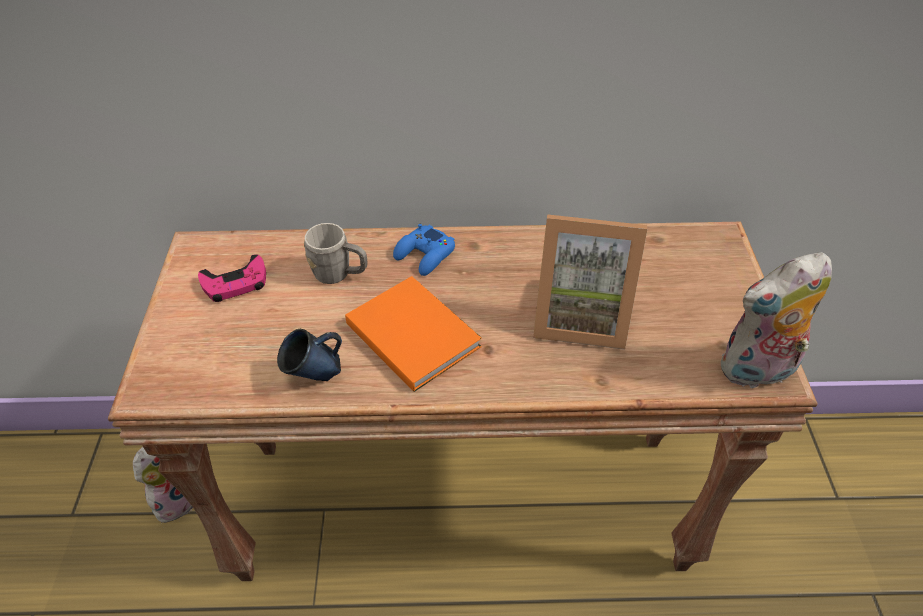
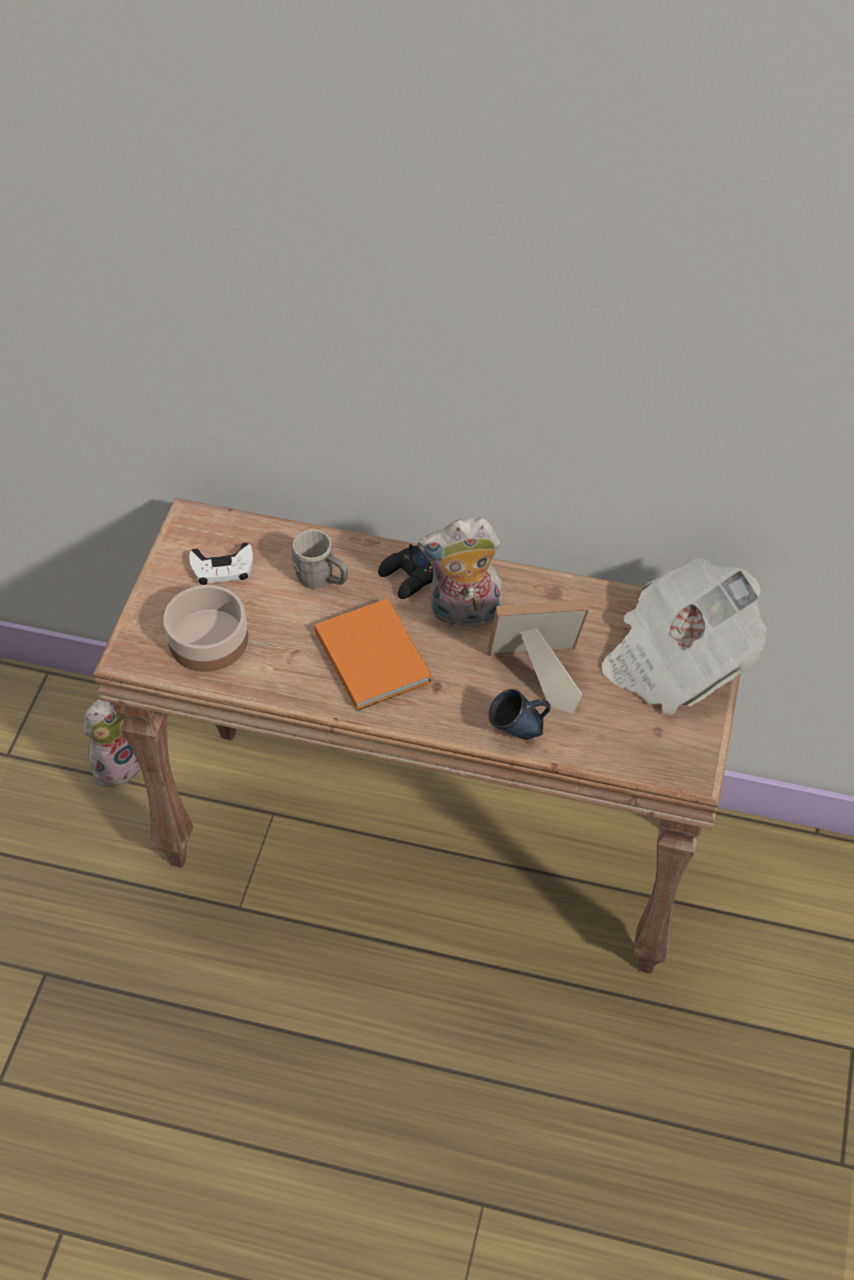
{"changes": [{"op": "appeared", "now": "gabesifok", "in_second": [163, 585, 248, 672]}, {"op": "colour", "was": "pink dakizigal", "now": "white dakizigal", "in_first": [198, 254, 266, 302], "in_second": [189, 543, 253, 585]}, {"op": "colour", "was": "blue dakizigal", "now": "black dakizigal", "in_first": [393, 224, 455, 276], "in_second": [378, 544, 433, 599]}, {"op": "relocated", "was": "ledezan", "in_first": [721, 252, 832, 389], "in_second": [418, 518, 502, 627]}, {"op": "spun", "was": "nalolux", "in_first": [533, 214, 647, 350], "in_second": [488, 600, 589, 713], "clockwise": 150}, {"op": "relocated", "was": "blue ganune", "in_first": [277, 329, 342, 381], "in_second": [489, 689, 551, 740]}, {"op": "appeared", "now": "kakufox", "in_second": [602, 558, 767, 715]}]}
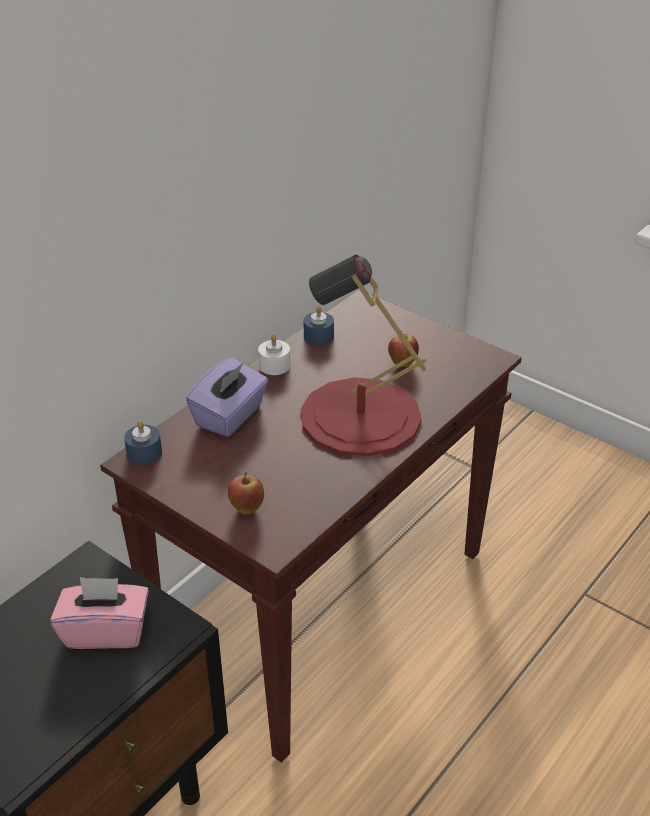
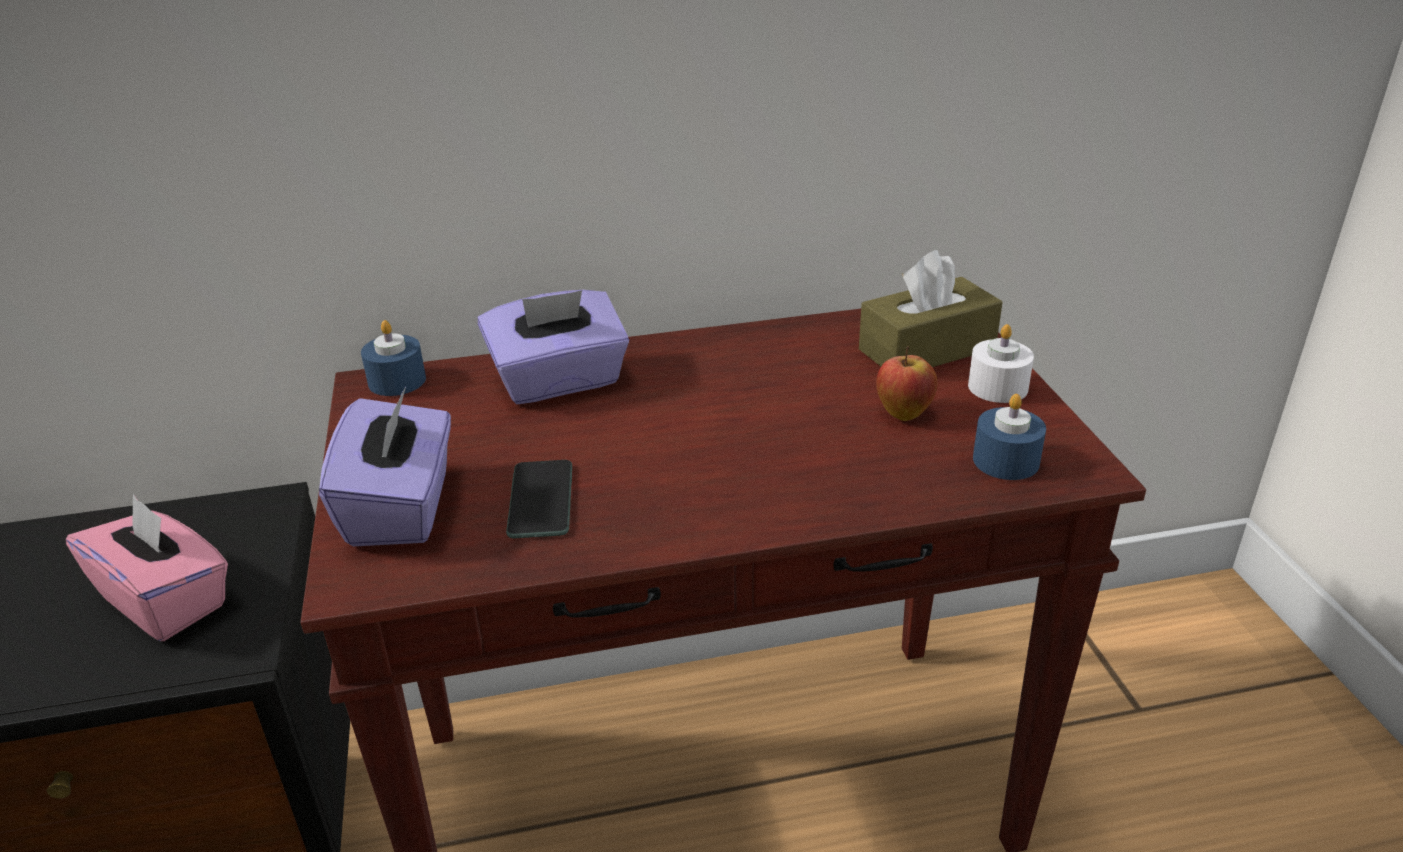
{"changes": [{"op": "exchanged", "was": "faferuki", "now": "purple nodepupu", "in_first": [228, 472, 264, 515], "in_second": [319, 387, 451, 546]}, {"op": "appeared", "now": "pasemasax", "in_second": [506, 460, 572, 538]}, {"op": "appeared", "now": "brown nodepupu", "in_second": [859, 250, 1002, 367]}, {"op": "relocated", "was": "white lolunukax", "in_first": [258, 334, 290, 375], "in_second": [968, 324, 1034, 403]}, {"op": "relocated", "was": "blue lolunukax", "in_first": [304, 306, 334, 346], "in_second": [973, 394, 1046, 480]}, {"op": "missing", "was": "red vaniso", "in_first": [301, 254, 426, 456]}]}
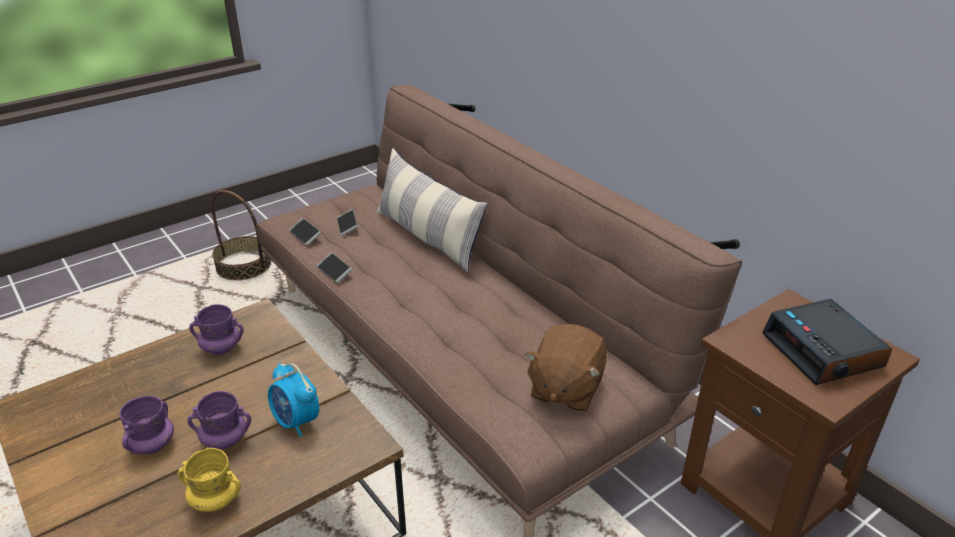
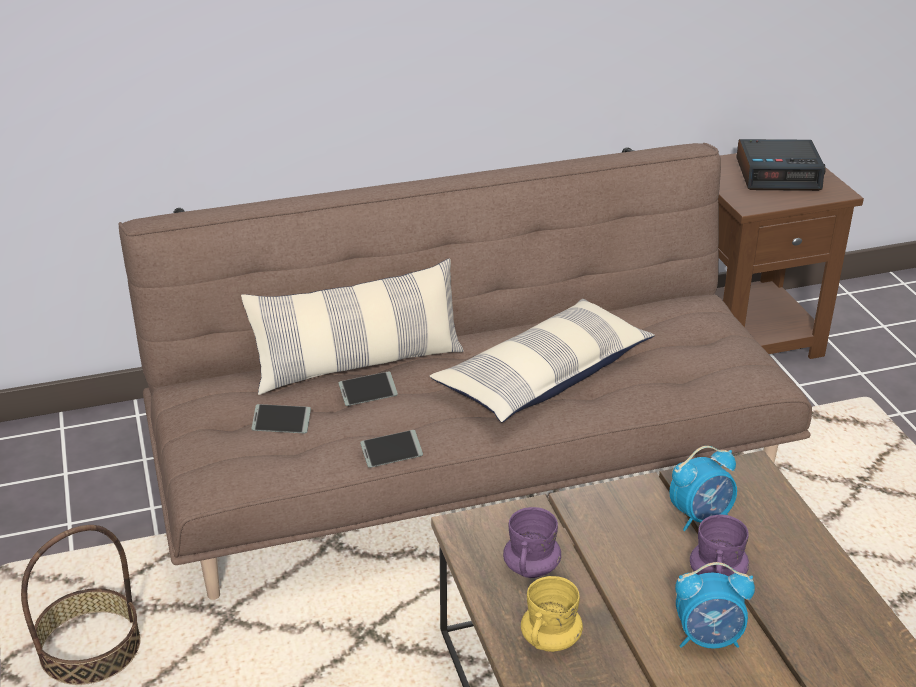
{"changes": [{"op": "relocated", "was": "pasemasax", "in_first": [289, 218, 321, 245], "in_second": [338, 372, 398, 406]}, {"op": "appeared", "now": "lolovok", "in_second": [429, 299, 655, 422]}, {"op": "relocated", "was": "yellow ganune", "in_first": [177, 448, 241, 512], "in_second": [521, 576, 583, 652]}, {"op": "exchanged", "was": "purple ganune", "now": "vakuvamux", "in_first": [120, 396, 174, 454], "in_second": [675, 562, 755, 649]}, {"op": "missing", "was": "brown ledezan", "in_first": [525, 324, 607, 412]}]}
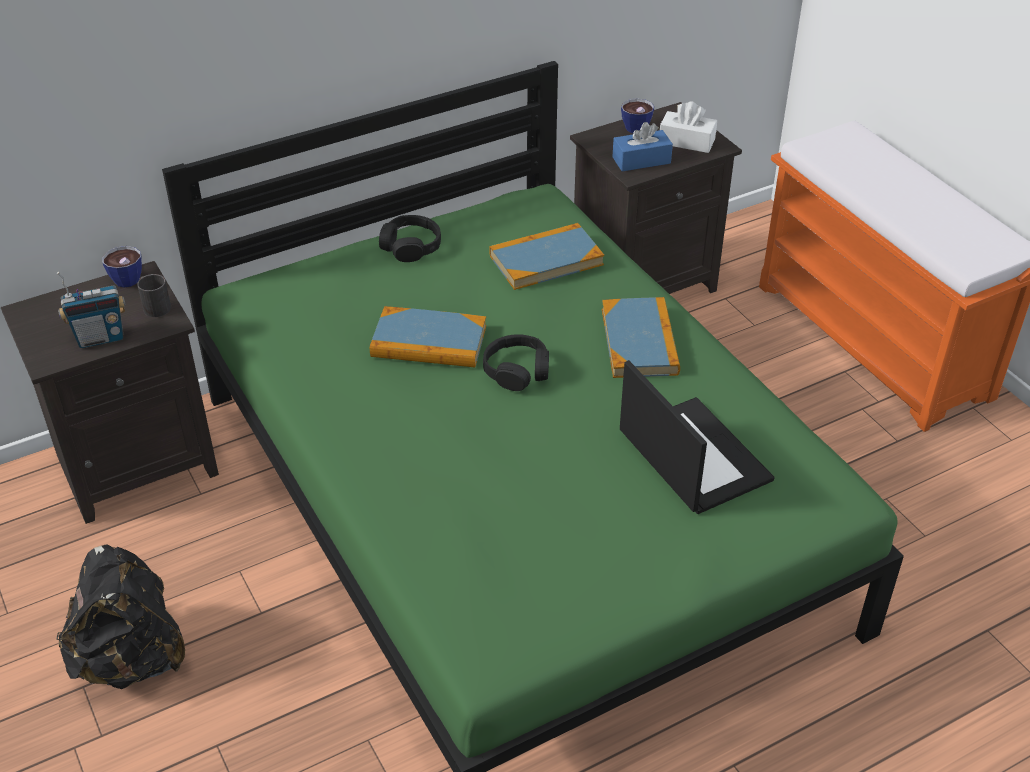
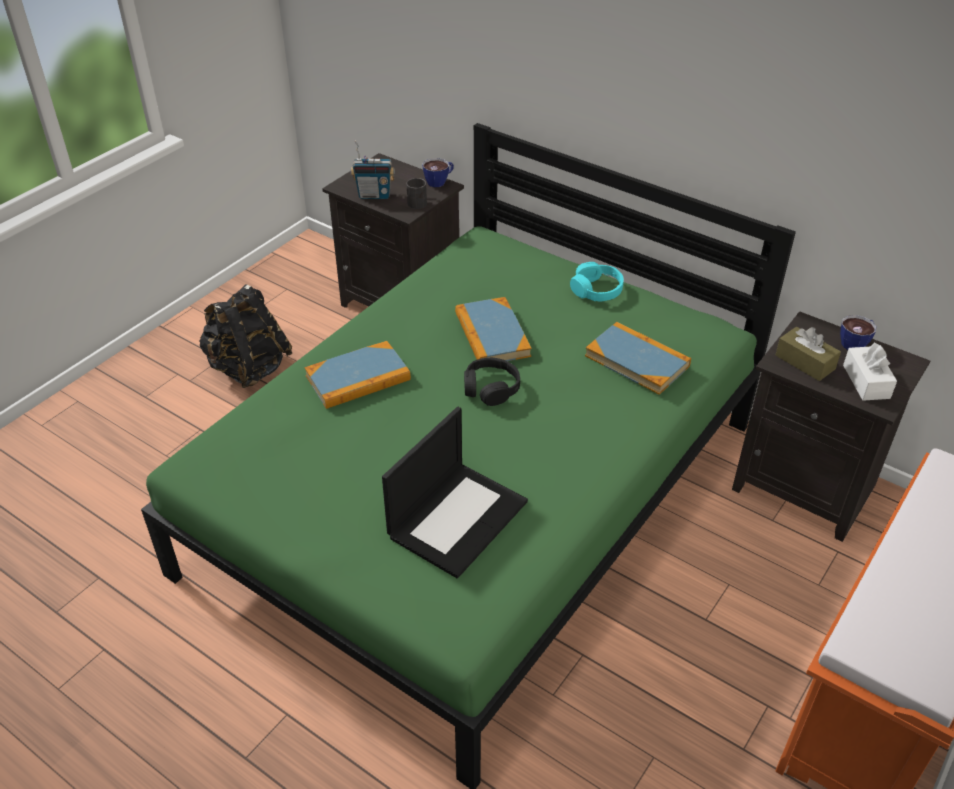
{"changes": [{"op": "relocated", "was": "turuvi", "in_first": [602, 297, 680, 378], "in_second": [304, 341, 411, 409]}, {"op": "spun", "was": "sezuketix", "in_first": [57, 272, 126, 348], "in_second": [350, 140, 395, 199], "clockwise": -45}, {"op": "colour", "was": "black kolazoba", "now": "turquoise kolazoba", "in_first": [379, 215, 441, 262], "in_second": [570, 262, 624, 302]}, {"op": "colour", "was": "blue nodepupu", "now": "brown nodepupu", "in_first": [612, 122, 673, 171], "in_second": [776, 327, 841, 381]}]}
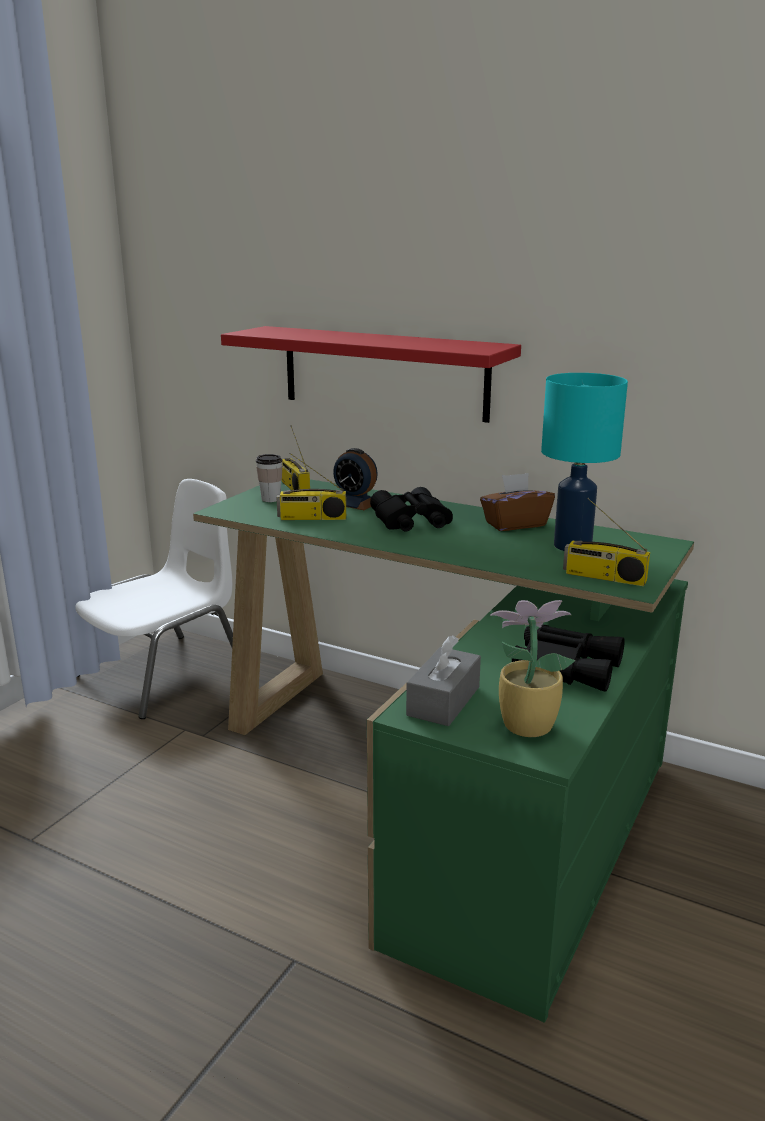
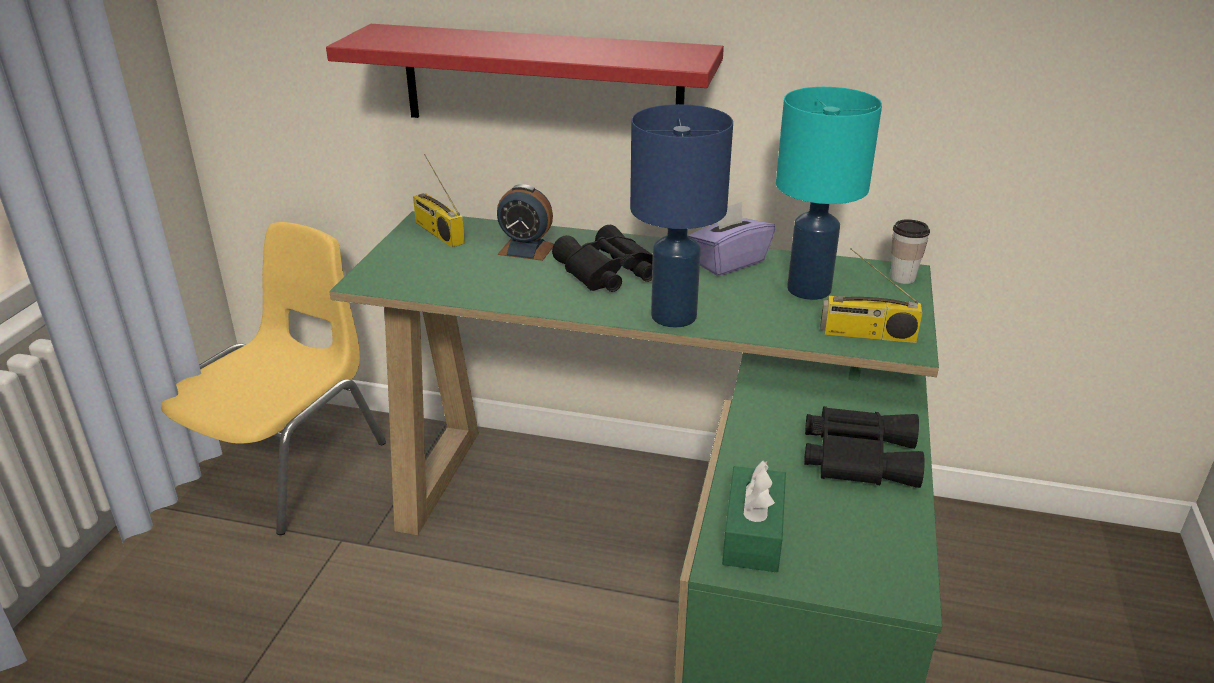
{"changes": [{"op": "colour", "was": "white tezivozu", "now": "yellow tezivozu", "in_first": [75, 479, 233, 719], "in_second": [161, 222, 386, 535]}, {"op": "appeared", "now": "blue vaniso", "in_second": [630, 104, 733, 328]}, {"op": "colour", "was": "brown nodepupu", "now": "purple nodepupu", "in_first": [480, 473, 555, 531], "in_second": [688, 202, 775, 276]}, {"op": "colour", "was": "grey nodepupu", "now": "green nodepupu", "in_first": [406, 635, 481, 726], "in_second": [722, 460, 786, 572]}, {"op": "relocated", "was": "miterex", "in_first": [256, 454, 282, 502], "in_second": [890, 219, 930, 284]}, {"op": "missing", "was": "sezuketix", "in_first": [276, 453, 346, 520]}, {"op": "missing", "was": "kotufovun", "in_first": [490, 600, 575, 737]}]}
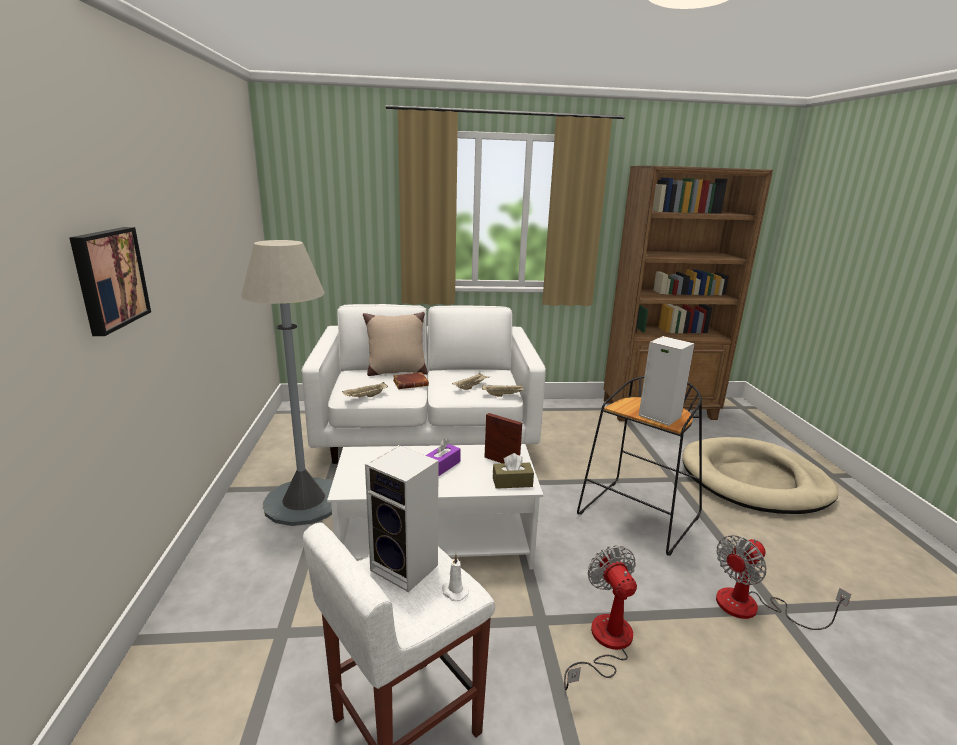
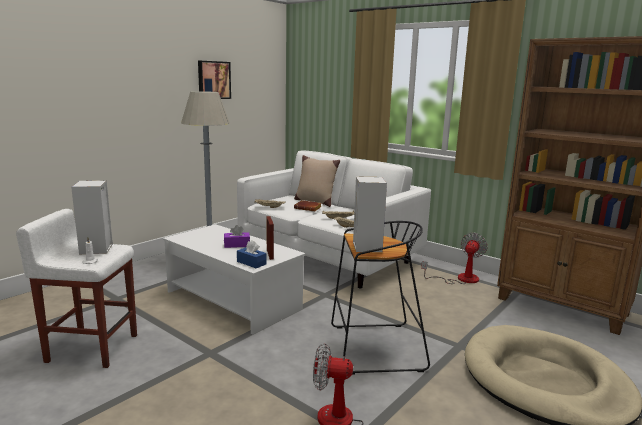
{"changes": [{"op": "relocated", "was": "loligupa", "in_first": [69, 227, 151, 336], "in_second": [198, 61, 231, 99]}, {"op": "colour", "was": "brown nodepupu", "now": "blue nodepupu", "in_first": [493, 453, 534, 489], "in_second": [237, 240, 267, 268]}, {"op": "relocated", "was": "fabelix", "in_first": [564, 545, 637, 690], "in_second": [421, 233, 488, 284]}]}
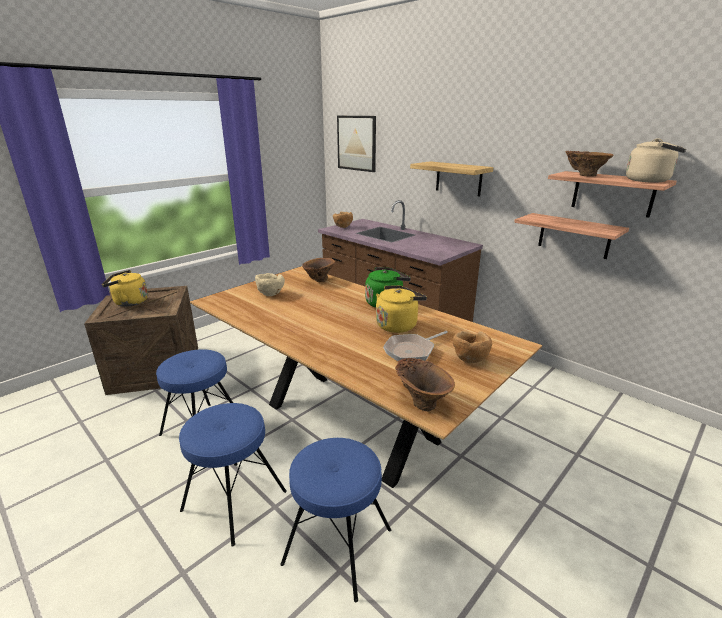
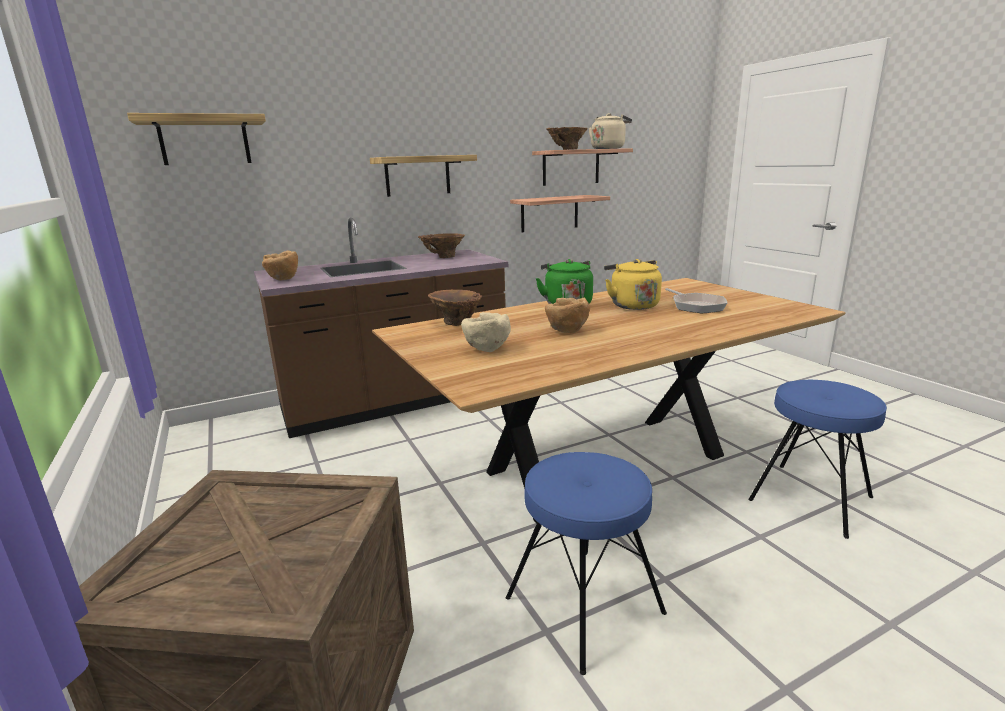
{"changes": [{"op": "exchanged", "was": "loligupa", "now": "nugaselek", "in_first": [337, 116, 376, 172], "in_second": [127, 113, 266, 165]}, {"op": "relocated", "was": "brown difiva", "in_first": [395, 358, 455, 412], "in_second": [418, 233, 465, 258]}, {"op": "relocated", "was": "brown gabesifok", "in_first": [453, 331, 492, 363], "in_second": [545, 298, 590, 333]}, {"op": "missing", "was": "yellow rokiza", "in_first": [102, 270, 148, 306]}, {"op": "missing", "was": "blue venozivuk", "in_first": [179, 403, 287, 547]}]}
